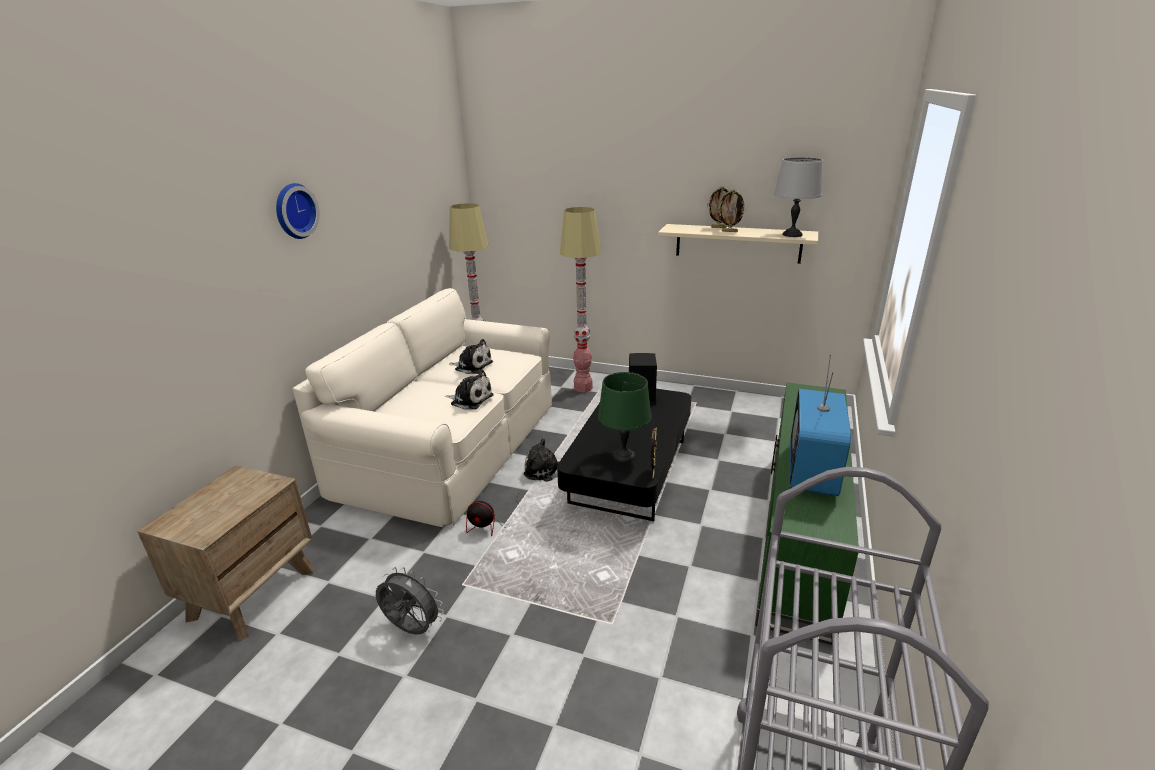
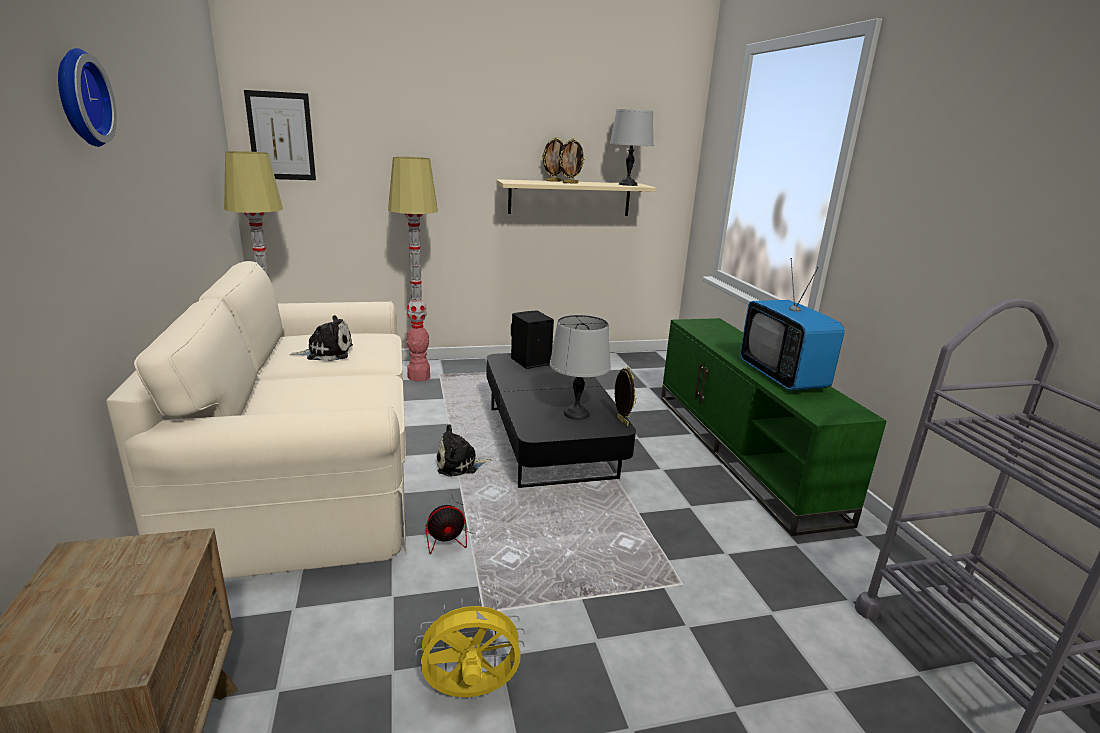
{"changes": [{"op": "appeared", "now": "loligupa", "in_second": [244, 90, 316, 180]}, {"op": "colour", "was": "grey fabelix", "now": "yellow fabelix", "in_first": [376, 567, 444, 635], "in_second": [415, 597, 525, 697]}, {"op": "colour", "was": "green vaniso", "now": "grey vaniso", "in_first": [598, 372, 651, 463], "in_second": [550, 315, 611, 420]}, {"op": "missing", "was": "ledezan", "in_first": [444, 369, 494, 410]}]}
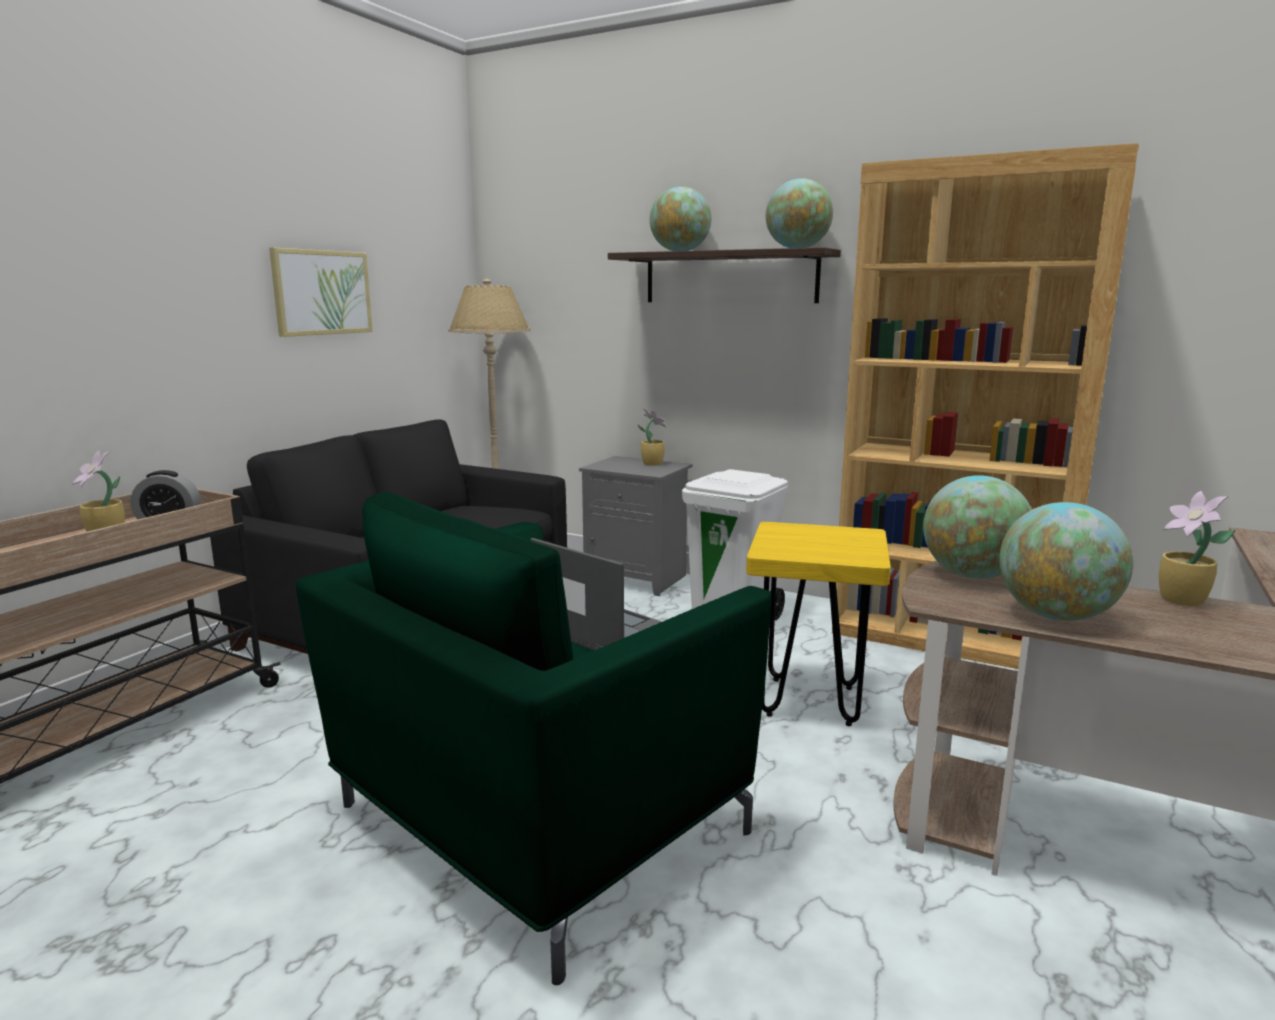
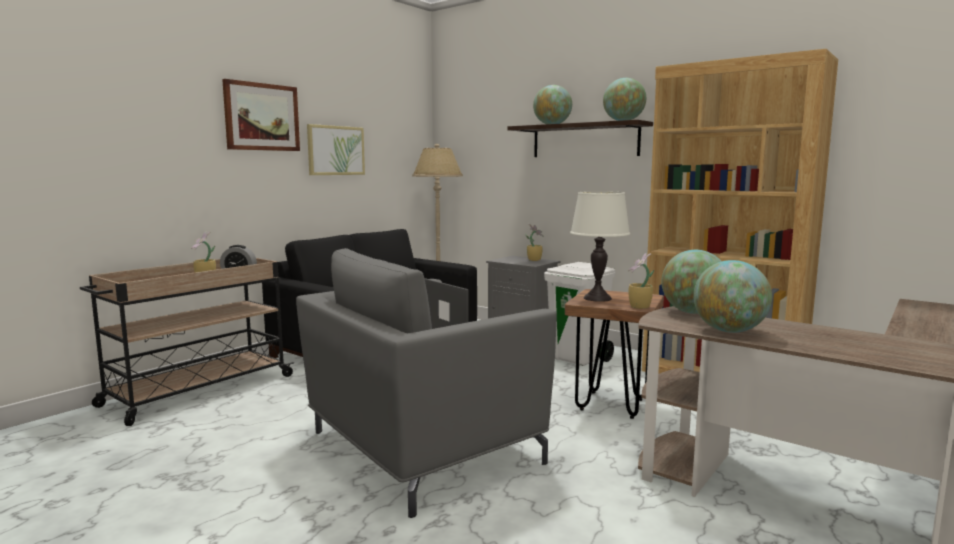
{"changes": [{"op": "appeared", "now": "loligupa", "in_second": [222, 79, 300, 151]}, {"op": "colour", "was": "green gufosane", "now": "grey gufosane", "in_first": [296, 491, 771, 985], "in_second": [296, 248, 557, 518]}, {"op": "colour", "was": "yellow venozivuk", "now": "brown venozivuk", "in_first": [746, 522, 891, 726], "in_second": [565, 289, 664, 419]}, {"op": "appeared", "now": "white vaniso", "in_second": [570, 191, 630, 302]}, {"op": "relocated", "was": "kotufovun", "in_first": [1159, 491, 1235, 606], "in_second": [628, 252, 654, 309]}]}
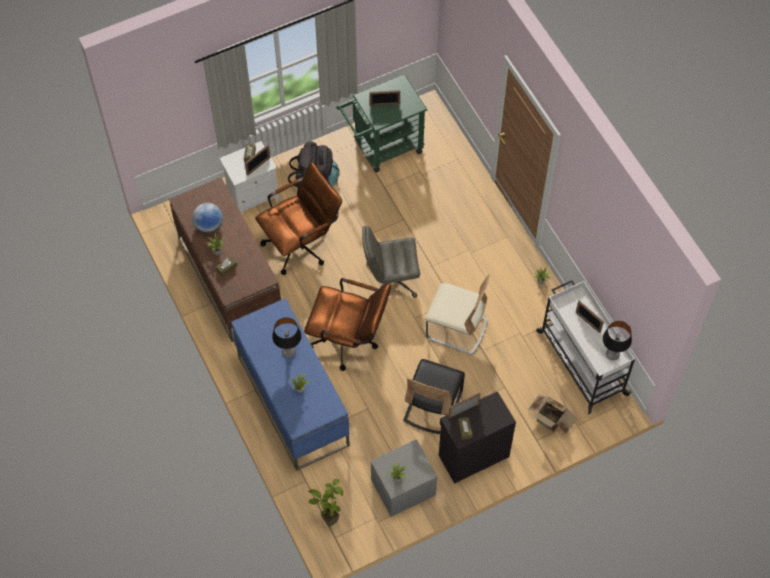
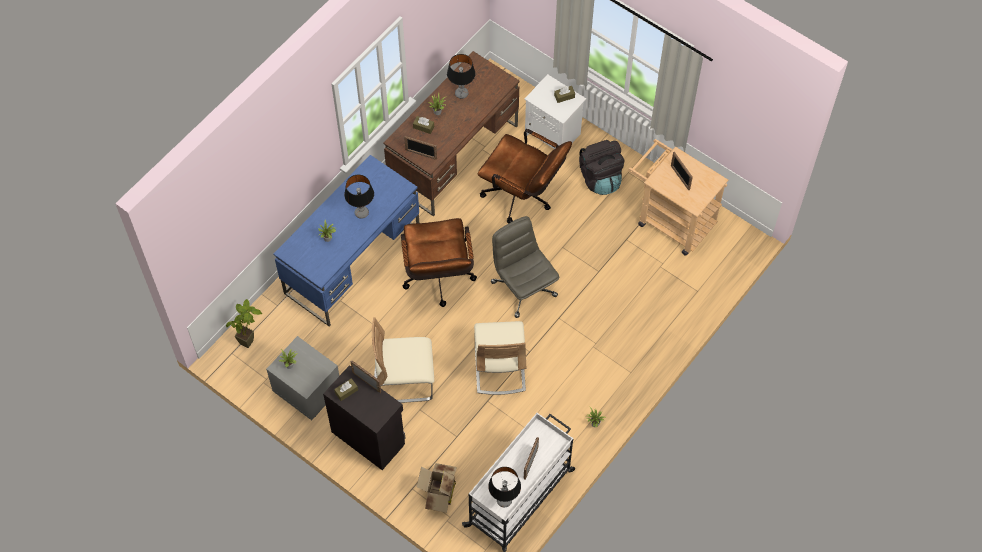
{"changes": [{"op": "colour", "was": "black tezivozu", "now": "beige tezivozu", "in_first": [403, 359, 465, 434], "in_second": [372, 317, 434, 403]}, {"op": "relocated", "was": "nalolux", "in_first": [245, 145, 270, 176], "in_second": [404, 136, 437, 160]}, {"op": "exchanged", "was": "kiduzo", "now": "vaniso", "in_first": [192, 203, 223, 233], "in_second": [447, 54, 476, 99]}, {"op": "colour", "was": "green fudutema", "now": "beige fudutema", "in_first": [336, 74, 427, 172], "in_second": [628, 139, 728, 255]}]}
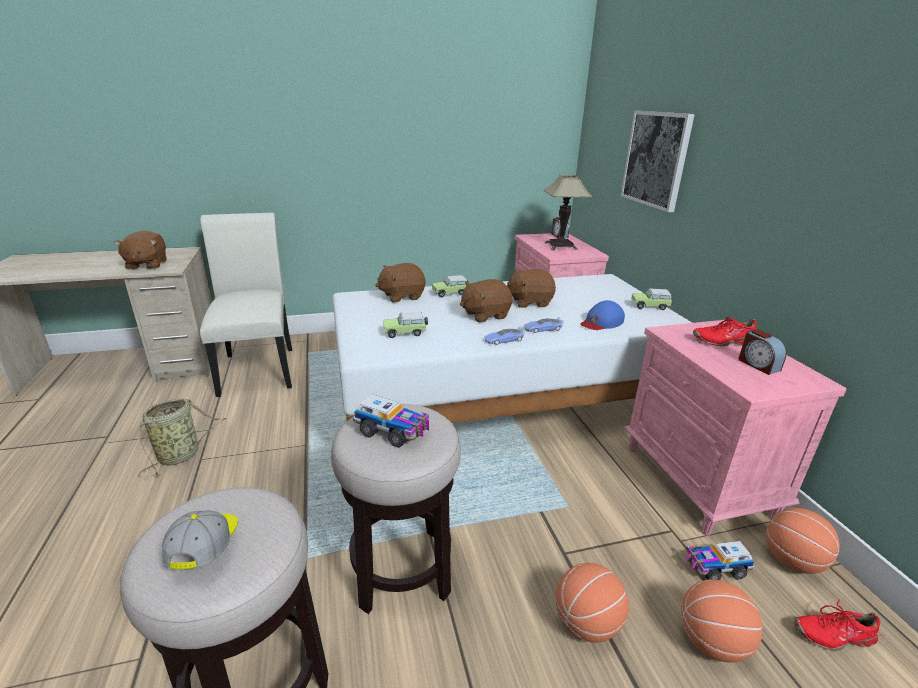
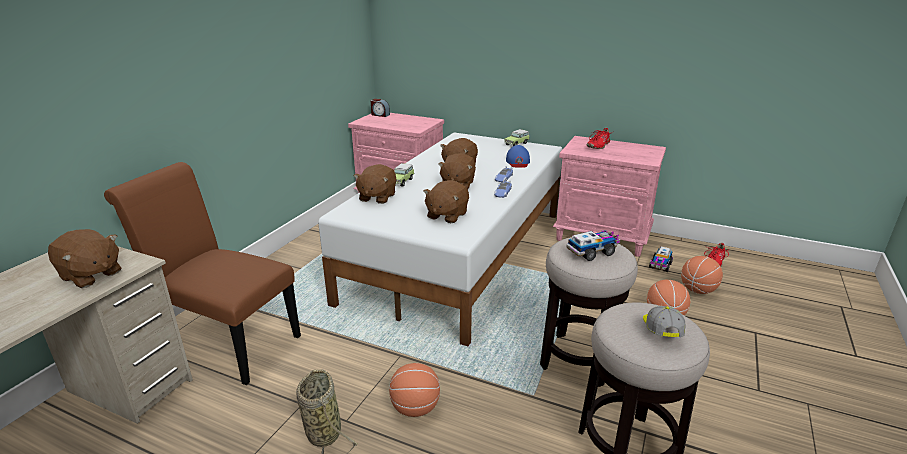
{"changes": [{"op": "colour", "was": "white tezivozu", "now": "brown tezivozu", "in_first": [200, 213, 292, 397], "in_second": [104, 162, 301, 385]}, {"op": "relocated", "was": "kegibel", "in_first": [766, 508, 840, 574], "in_second": [389, 363, 440, 417]}, {"op": "exchanged", "was": "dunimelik", "now": "brown ledezan", "in_first": [383, 312, 428, 338], "in_second": [423, 180, 469, 223]}, {"op": "spun", "was": "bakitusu", "in_first": [162, 510, 238, 569], "in_second": [643, 306, 685, 337], "clockwise": 60}, {"op": "missing", "was": "vaniso", "in_first": [543, 175, 592, 250]}, {"op": "missing", "was": "loligupa", "in_first": [621, 111, 695, 212]}, {"op": "missing", "was": "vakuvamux", "in_first": [739, 330, 787, 375]}]}
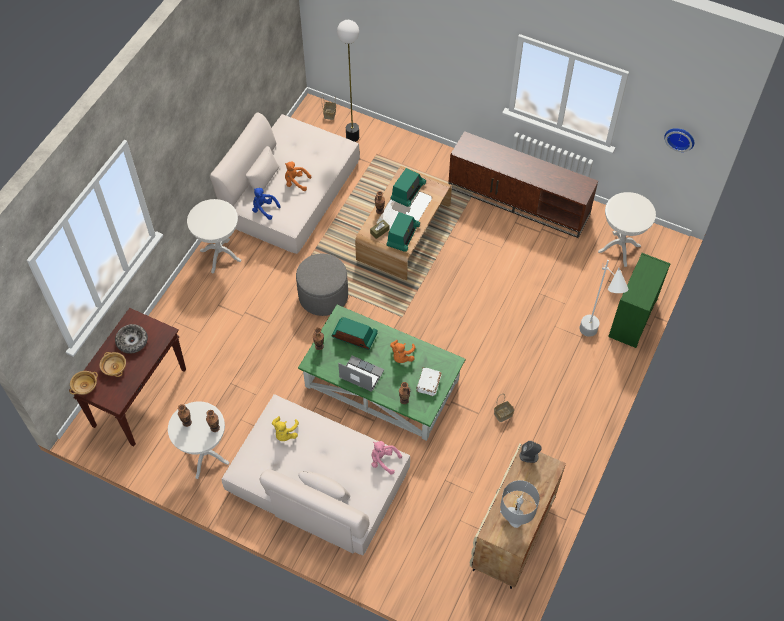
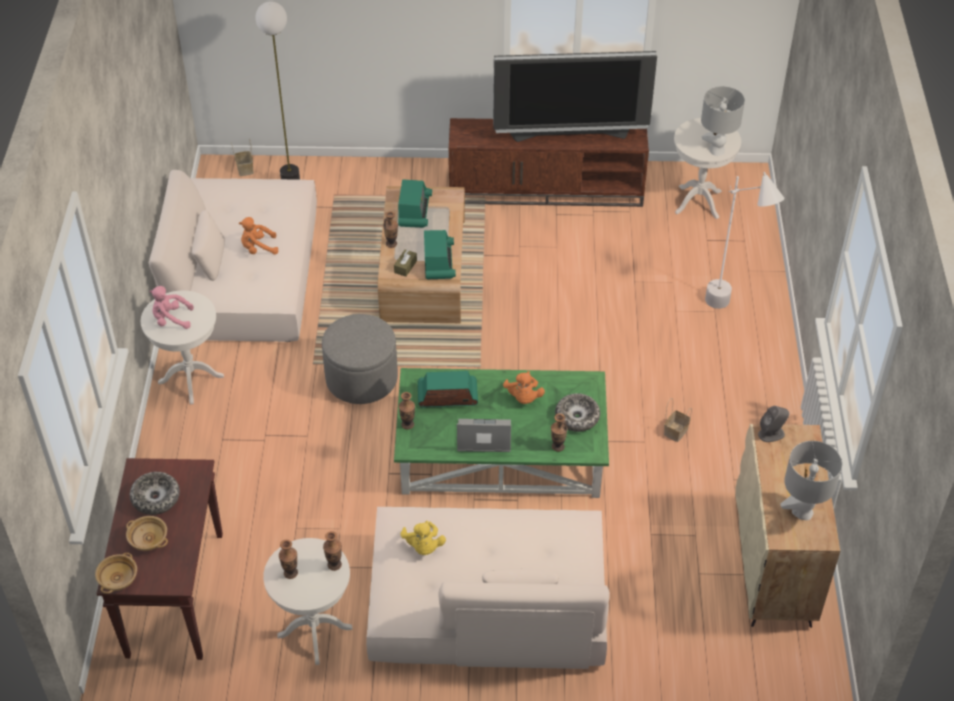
{"changes": [{"op": "relocated", "was": "pink ledezan", "in_first": [371, 441, 402, 475], "in_second": [149, 286, 194, 329]}, {"op": "appeared", "now": "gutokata", "in_second": [493, 51, 657, 142]}, {"op": "exchanged", "was": "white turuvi", "now": "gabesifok", "in_first": [416, 368, 442, 396], "in_second": [555, 393, 600, 432]}, {"op": "appeared", "now": "grey vaniso", "in_second": [701, 86, 745, 156]}, {"op": "missing", "was": "blue ledezan", "in_first": [252, 188, 281, 220]}, {"op": "missing", "was": "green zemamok", "in_first": [608, 253, 670, 348]}, {"op": "missing", "was": "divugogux", "in_first": [664, 128, 694, 152]}]}
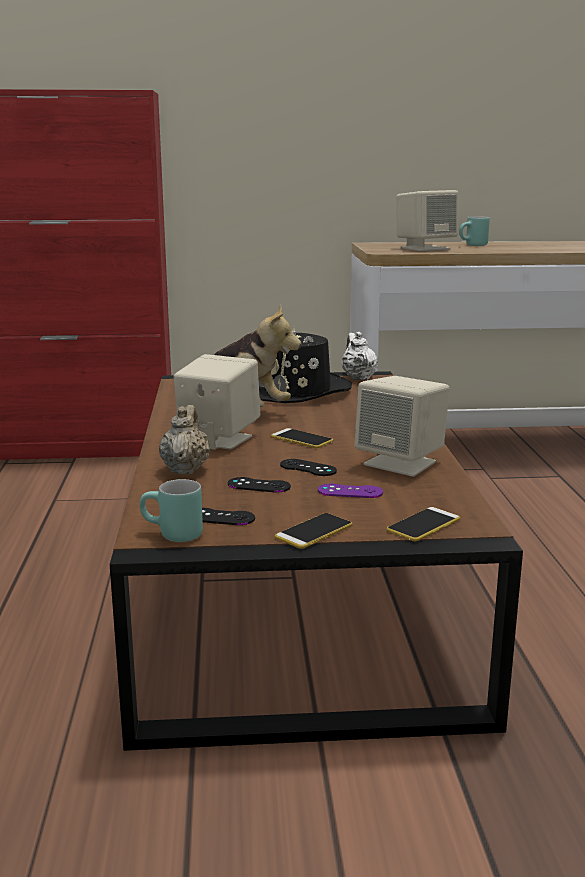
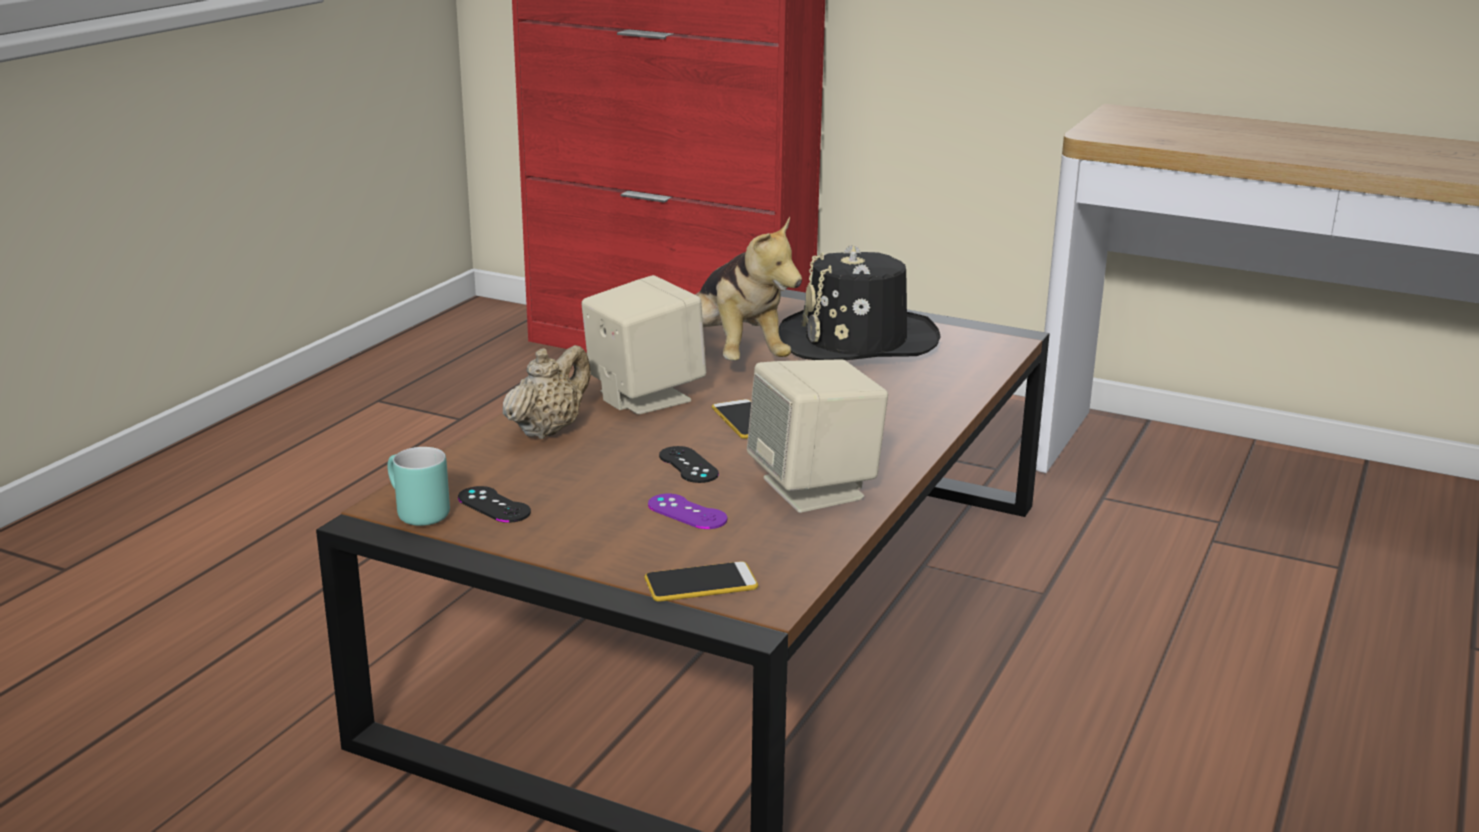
{"changes": [{"op": "missing", "was": "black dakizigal", "in_first": [228, 477, 291, 493]}, {"op": "missing", "was": "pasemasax", "in_first": [275, 513, 353, 549]}, {"op": "missing", "was": "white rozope", "in_first": [341, 332, 378, 380]}, {"op": "missing", "was": "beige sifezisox", "in_first": [396, 190, 458, 251]}, {"op": "missing", "was": "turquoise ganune", "in_first": [459, 216, 490, 246]}]}
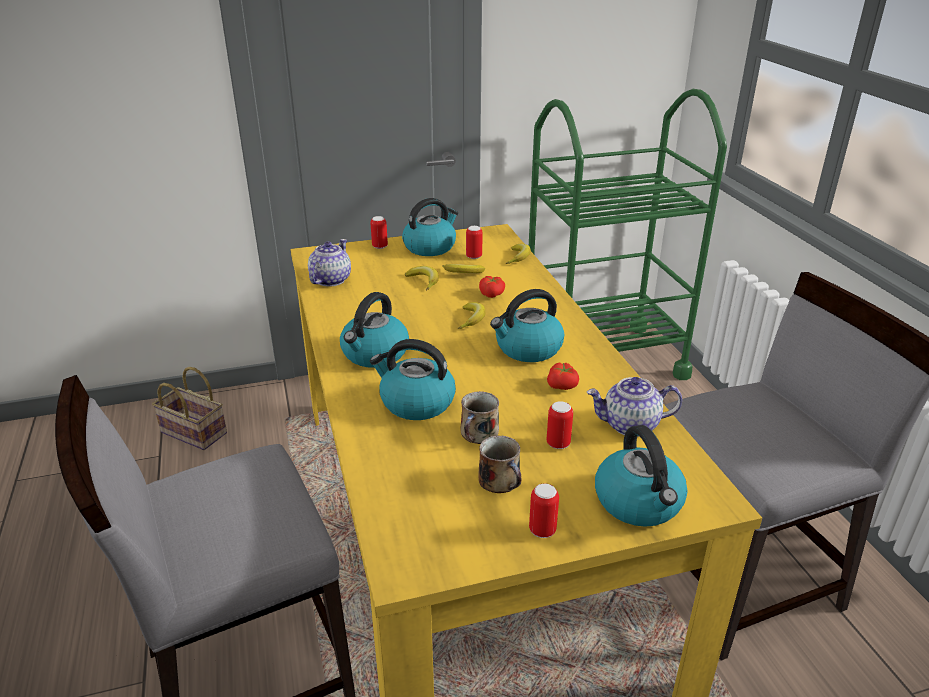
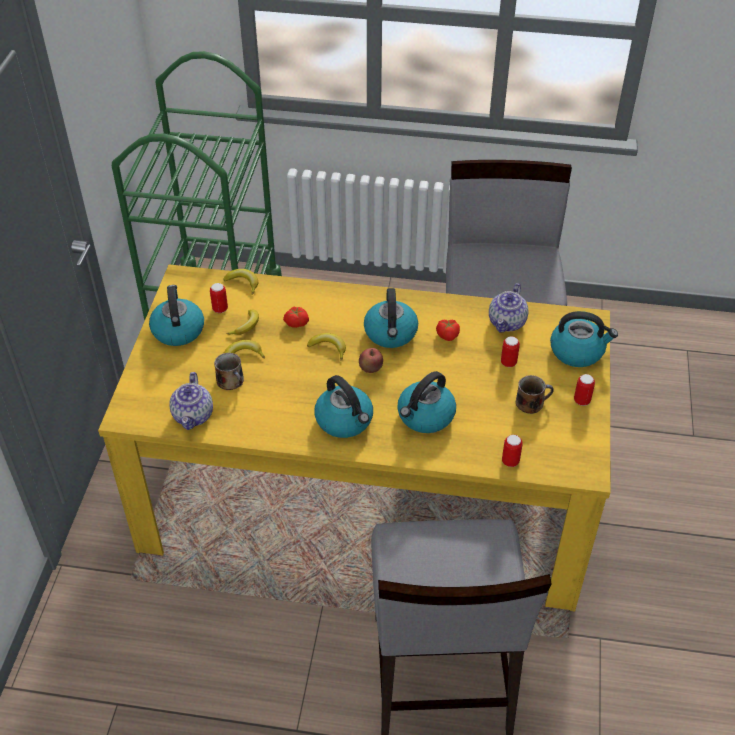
{"changes": [{"op": "spun", "was": "rozope", "in_first": [308, 239, 351, 287], "in_second": [169, 372, 213, 430], "clockwise": -135}, {"op": "relocated", "was": "ganune", "in_first": [460, 391, 499, 444], "in_second": [214, 353, 244, 390]}, {"op": "appeared", "now": "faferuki", "in_second": [359, 348, 383, 373]}, {"op": "relocated", "was": "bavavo", "in_first": [371, 216, 388, 249], "in_second": [502, 435, 523, 467]}, {"op": "missing", "was": "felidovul", "in_first": [152, 367, 227, 450]}]}
